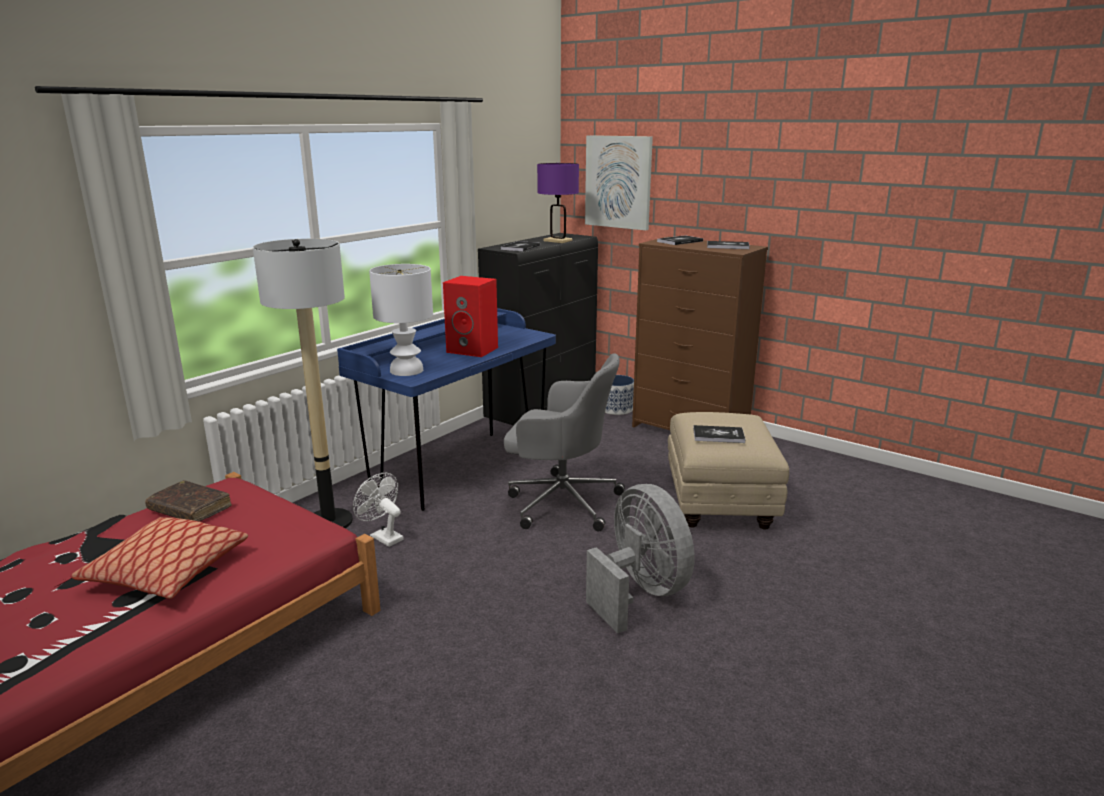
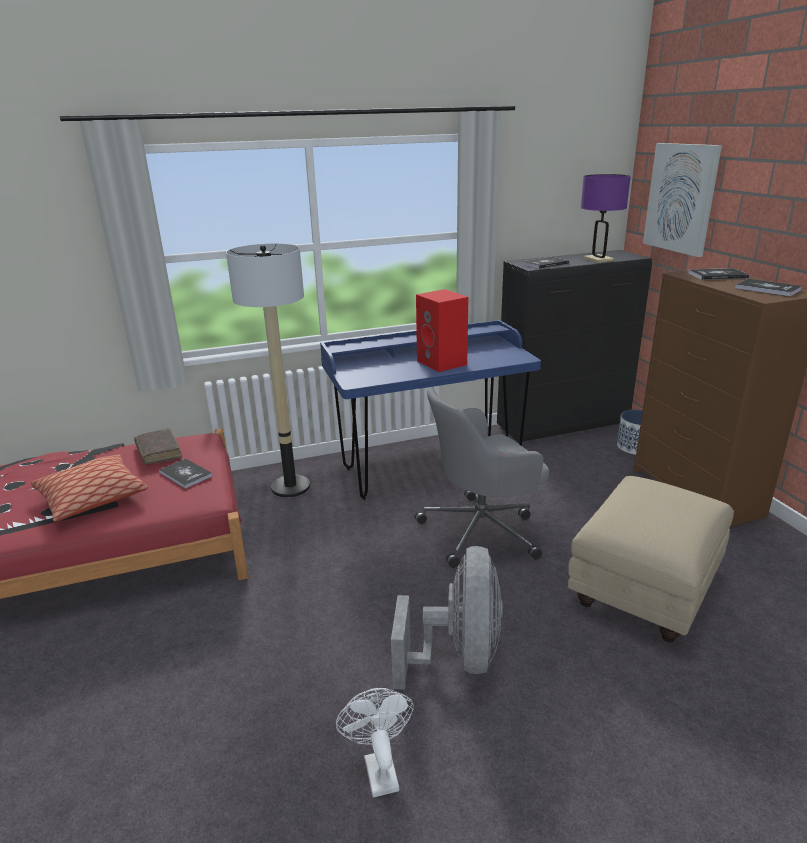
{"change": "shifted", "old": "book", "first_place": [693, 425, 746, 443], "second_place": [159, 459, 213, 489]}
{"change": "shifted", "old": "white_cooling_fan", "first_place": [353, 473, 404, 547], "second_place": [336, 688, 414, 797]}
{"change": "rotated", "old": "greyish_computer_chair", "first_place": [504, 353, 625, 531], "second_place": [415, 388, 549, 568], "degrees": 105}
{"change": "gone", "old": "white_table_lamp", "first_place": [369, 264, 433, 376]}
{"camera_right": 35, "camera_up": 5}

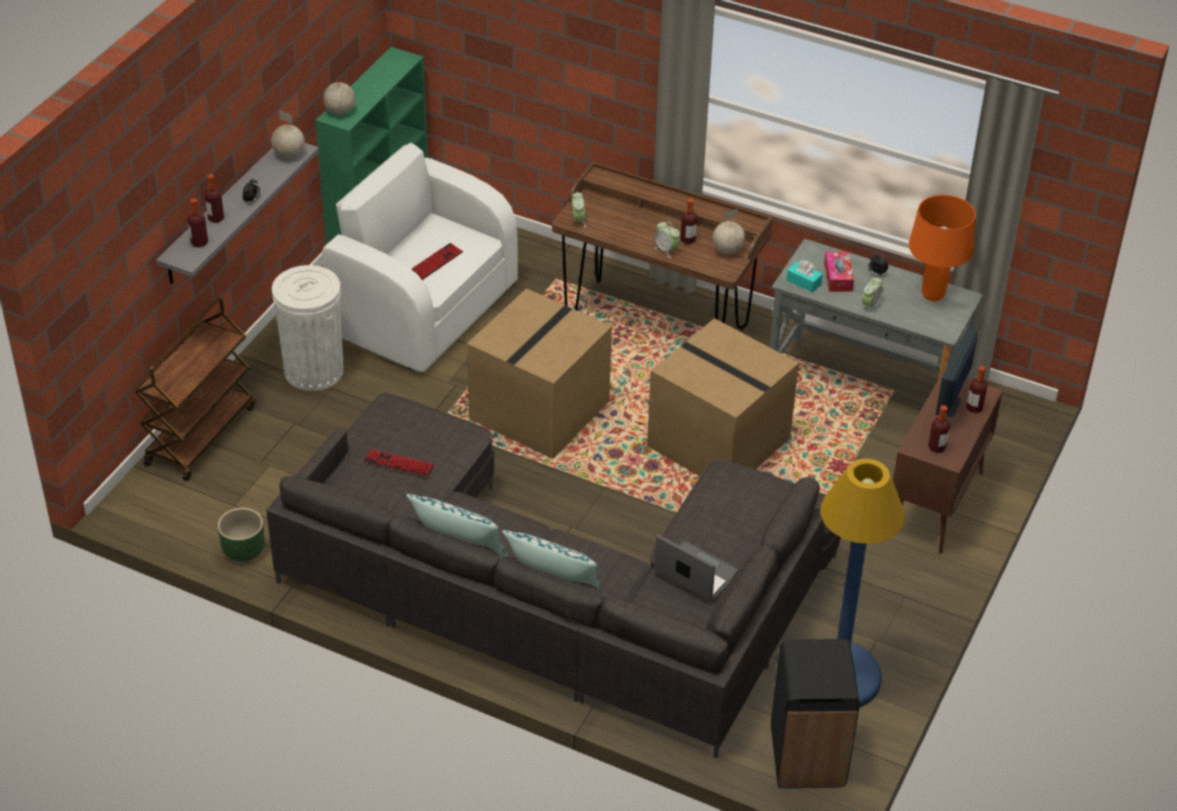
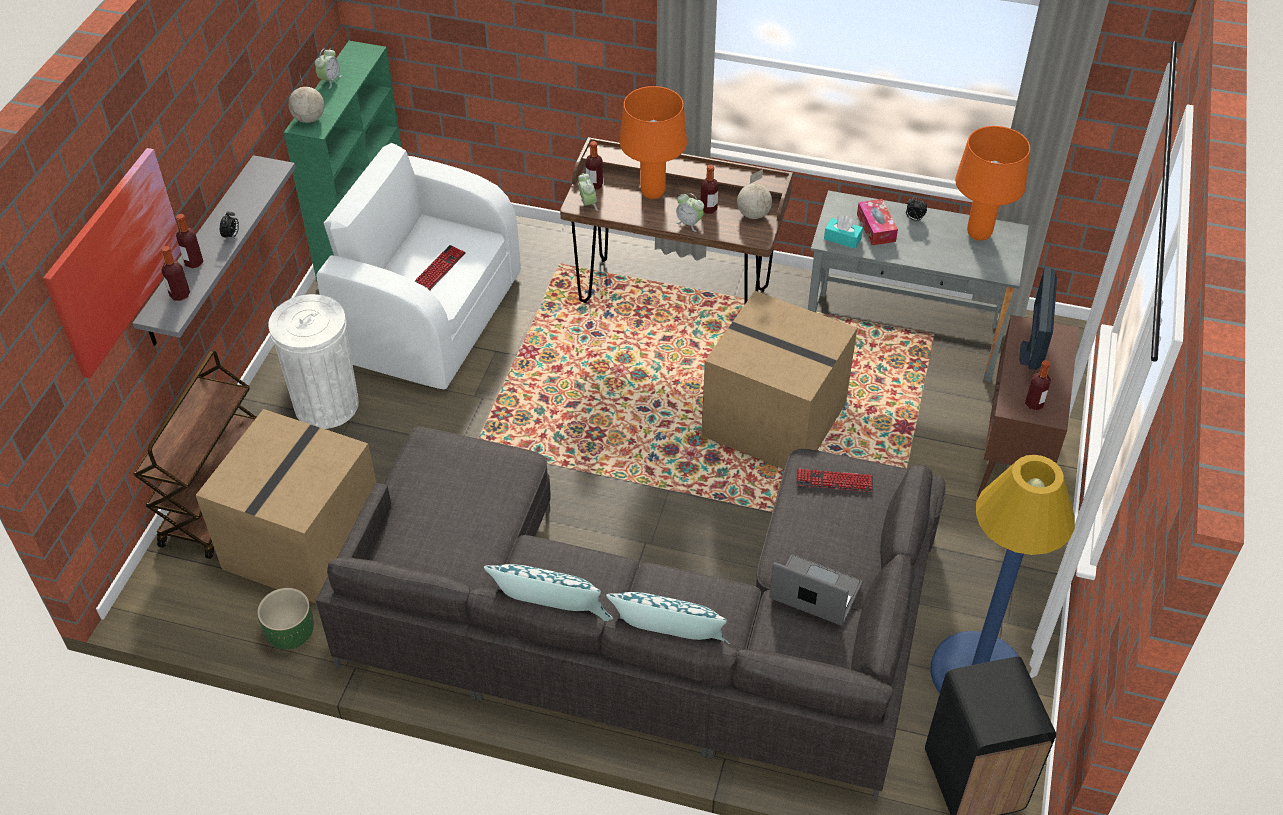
{"change": "new", "new": "wall_art", "second_place": [43, 148, 181, 378]}
{"change": "shifted", "old": "packing_box", "first_place": [467, 288, 612, 459], "second_place": [196, 409, 376, 604]}
{"change": "shifted", "old": "alarm_clock", "first_place": [862, 277, 883, 315], "second_place": [315, 49, 342, 89]}
{"change": "shifted", "old": "bottle", "first_place": [966, 366, 988, 413], "second_place": [586, 141, 603, 190]}
{"change": "new", "new": "orangey_table_lamp", "second_place": [620, 86, 687, 199]}
{"change": "shifted", "old": "keyboard", "first_place": [364, 449, 435, 477], "second_place": [796, 469, 873, 492]}
{"change": "gone", "old": "desk_globe", "first_place": [271, 110, 305, 158]}
{"camera_right": -10, "camera_up": 5}

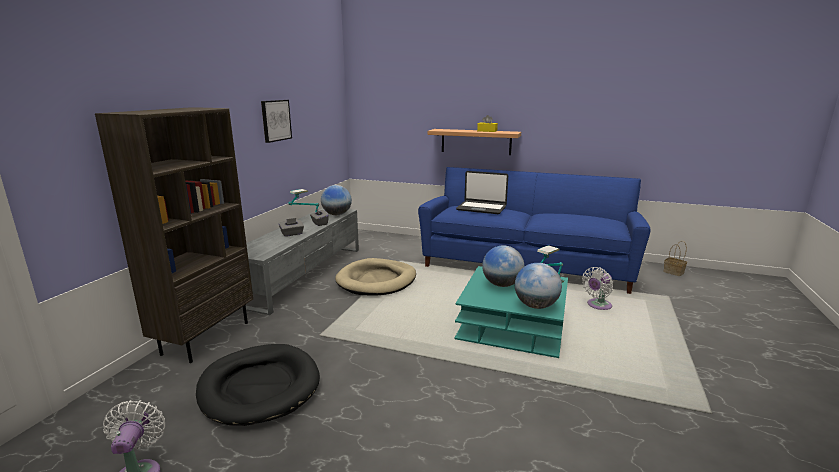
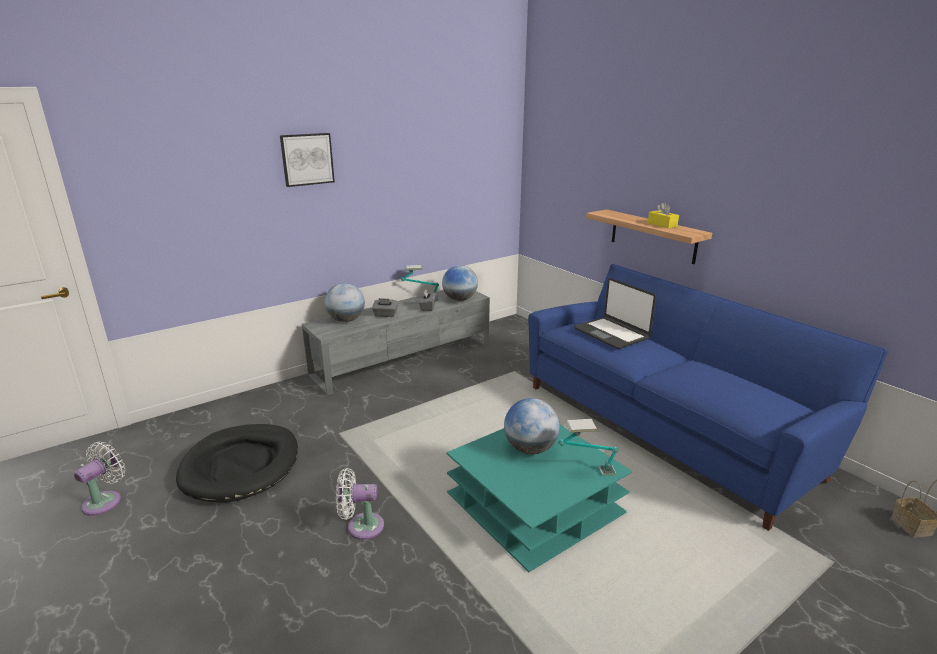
{"change": "shifted", "old": "wall_art", "first_place": [261, 100, 292, 143], "second_place": [280, 133, 335, 187]}
{"change": "shifted", "old": "desk_globe", "first_place": [515, 263, 562, 309], "second_place": [325, 283, 365, 322]}
{"change": "shifted", "old": "white_cooling_fan", "first_place": [582, 267, 613, 310], "second_place": [336, 468, 384, 540]}
{"change": "gone", "old": "brown_bookshelf", "first_place": [95, 107, 253, 363]}
{"change": "gone", "old": "sand-coloured_dog_cushion", "first_place": [335, 258, 416, 296]}
{"camera_right": 35, "camera_up": 5}

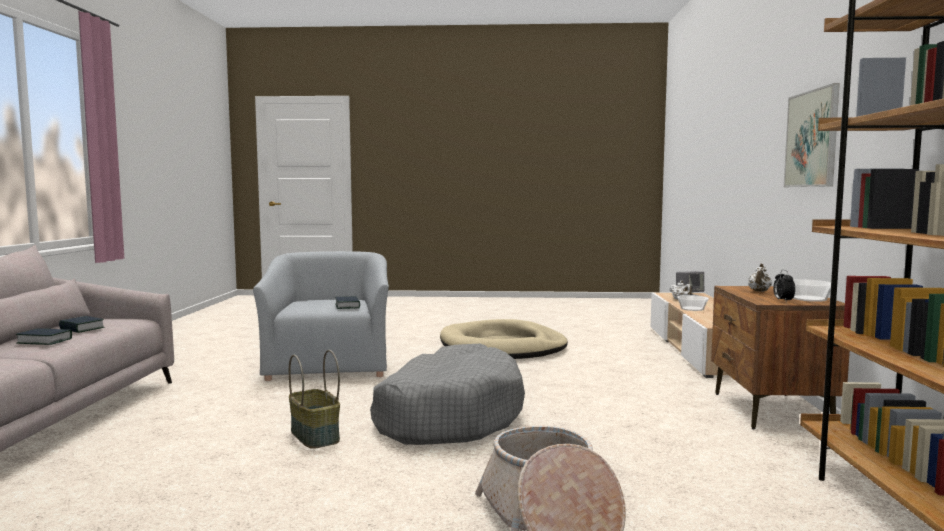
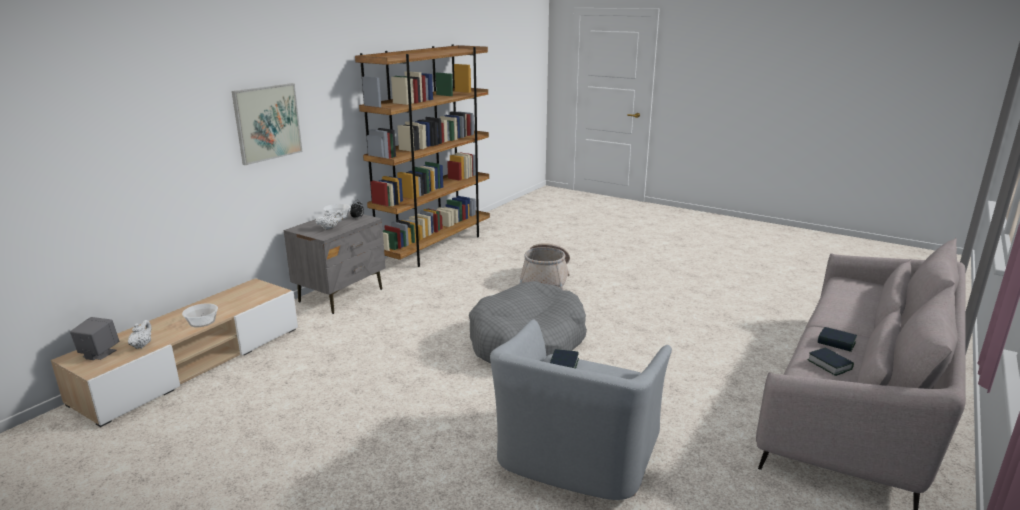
{"change": "repainted", "old": "brown_night_table", "new": "greyish_night_table", "first_place": [711, 286, 850, 429], "second_place": [284, 211, 385, 314]}
{"change": "gone", "old": "household_basket", "first_place": [289, 350, 340, 449]}
{"change": "gone", "old": "sand-coloured_dog_cushion", "first_place": [440, 319, 568, 359]}
{"camera_right": -150, "camera_up": 15}

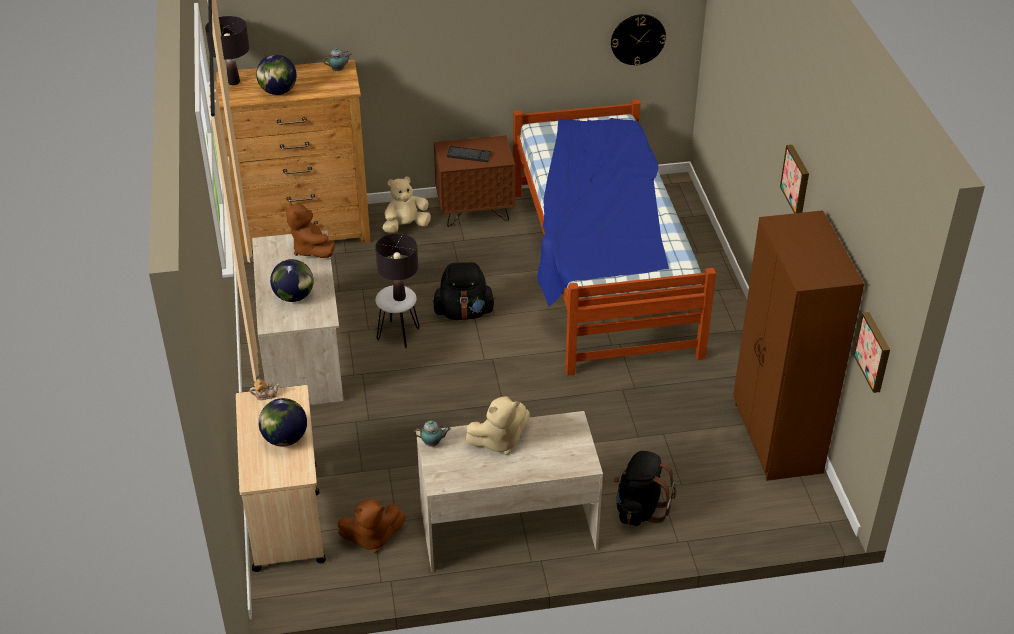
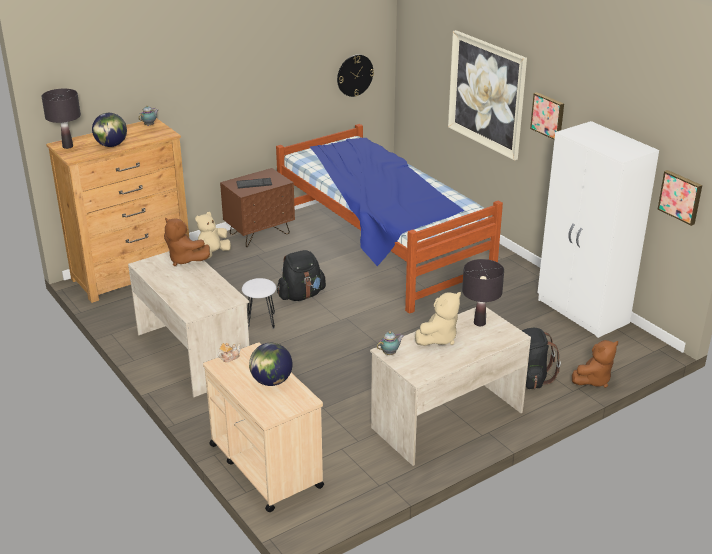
{"change": "new", "new": "wall_art", "second_place": [448, 30, 527, 161]}
{"change": "shifted", "old": "blackish_table_lamp", "first_place": [375, 233, 418, 301], "second_place": [462, 259, 504, 326]}
{"change": "repainted", "old": "brown_armoire", "new": "white_armoire", "first_place": [733, 210, 864, 481], "second_place": [538, 121, 659, 338]}
{"change": "shifted", "old": "brown_cuddly_toy", "first_place": [338, 499, 406, 553], "second_place": [572, 340, 618, 388]}
{"change": "gone", "old": "desk_globe", "first_place": [270, 259, 314, 302]}
{"camera_right": -25, "camera_up": -10}

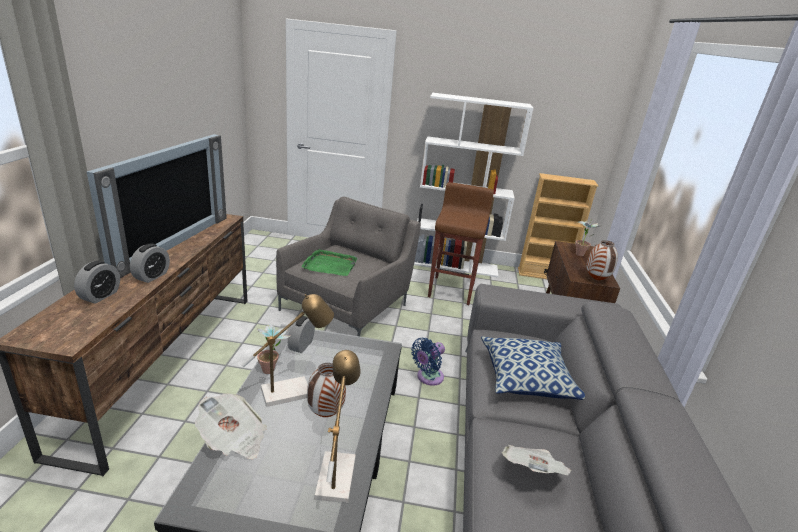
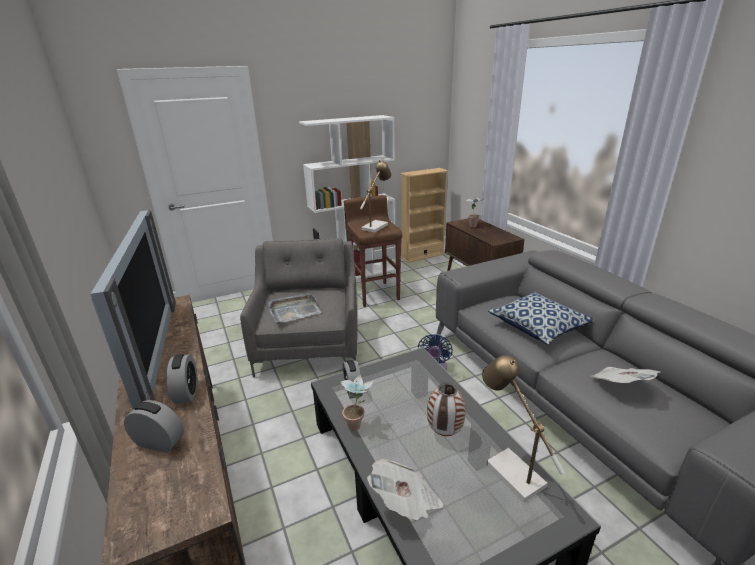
{"change": "rotated", "old": "alarm_clock", "first_place": [74, 260, 120, 304], "second_place": [124, 400, 184, 453], "degrees": -60}
{"change": "repainted", "old": "greenish_carrying_tray", "new": "greyish_carrying_tray", "first_place": [301, 249, 358, 276], "second_place": [268, 293, 322, 323]}
{"change": "shifted", "old": "table_lamp", "first_place": [241, 294, 334, 407], "second_place": [360, 160, 392, 233]}
{"change": "gone", "old": "vase", "first_place": [586, 240, 618, 280]}
{"camera_right": -30, "camera_up": 0}

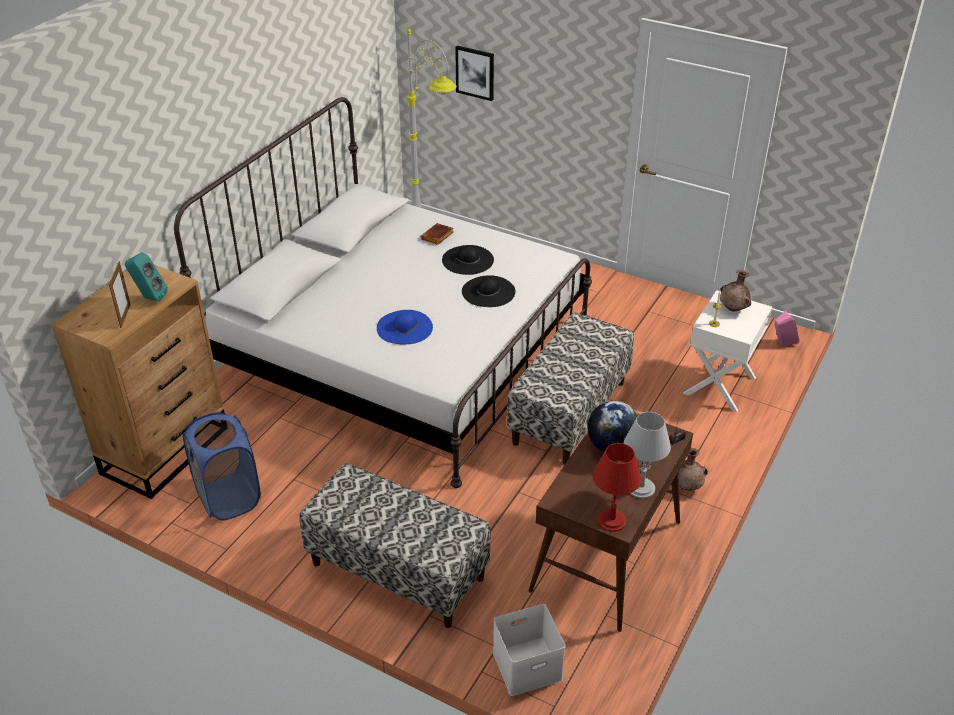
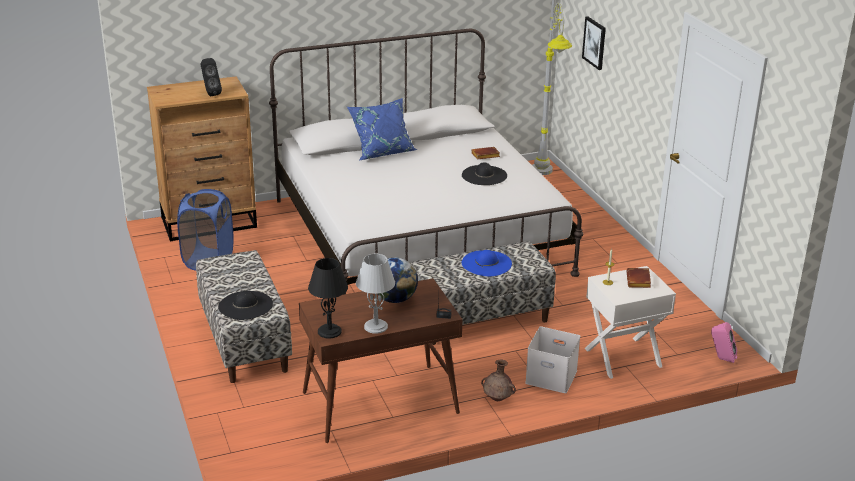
{"change": "repainted", "old": "blue-green_audio_speaker", "new": "blackish_audio_speaker", "first_place": [125, 252, 168, 302], "second_place": [201, 58, 222, 96]}
{"change": "shifted", "old": "blackish_wearable_hat", "first_place": [462, 275, 516, 307], "second_place": [218, 291, 273, 320]}
{"change": "repainted", "old": "red_table_lamp", "new": "blackish_table_lamp", "first_place": [593, 443, 642, 532], "second_place": [308, 258, 348, 339]}
{"change": "new", "new": "blue-coloured_throw_pillow", "second_place": [347, 98, 417, 161]}
{"change": "shifted", "old": "blue-coloured_wearable_hat", "first_place": [377, 310, 433, 344], "second_place": [462, 250, 512, 276]}
{"change": "shifted", "old": "white_storage_box", "first_place": [493, 604, 565, 696], "second_place": [525, 327, 580, 393]}
{"change": "swapped", "old": "brown_vase", "new": "brown_book", "first_place": [720, 270, 751, 312], "second_place": [626, 268, 651, 288]}
{"change": "gone", "old": "picture_frame", "first_place": [109, 261, 131, 328]}
{"camera_right": 40, "camera_up": -10}

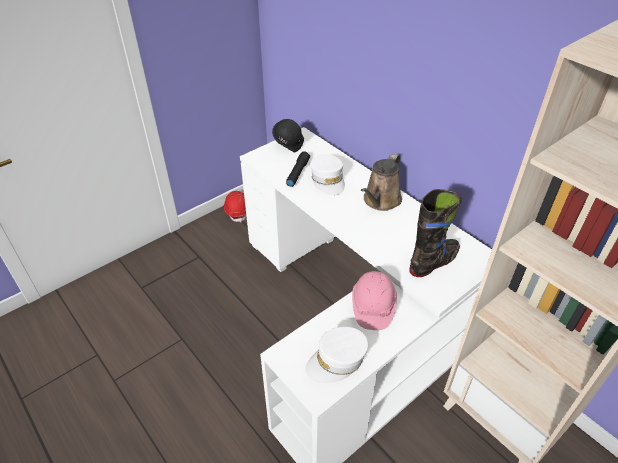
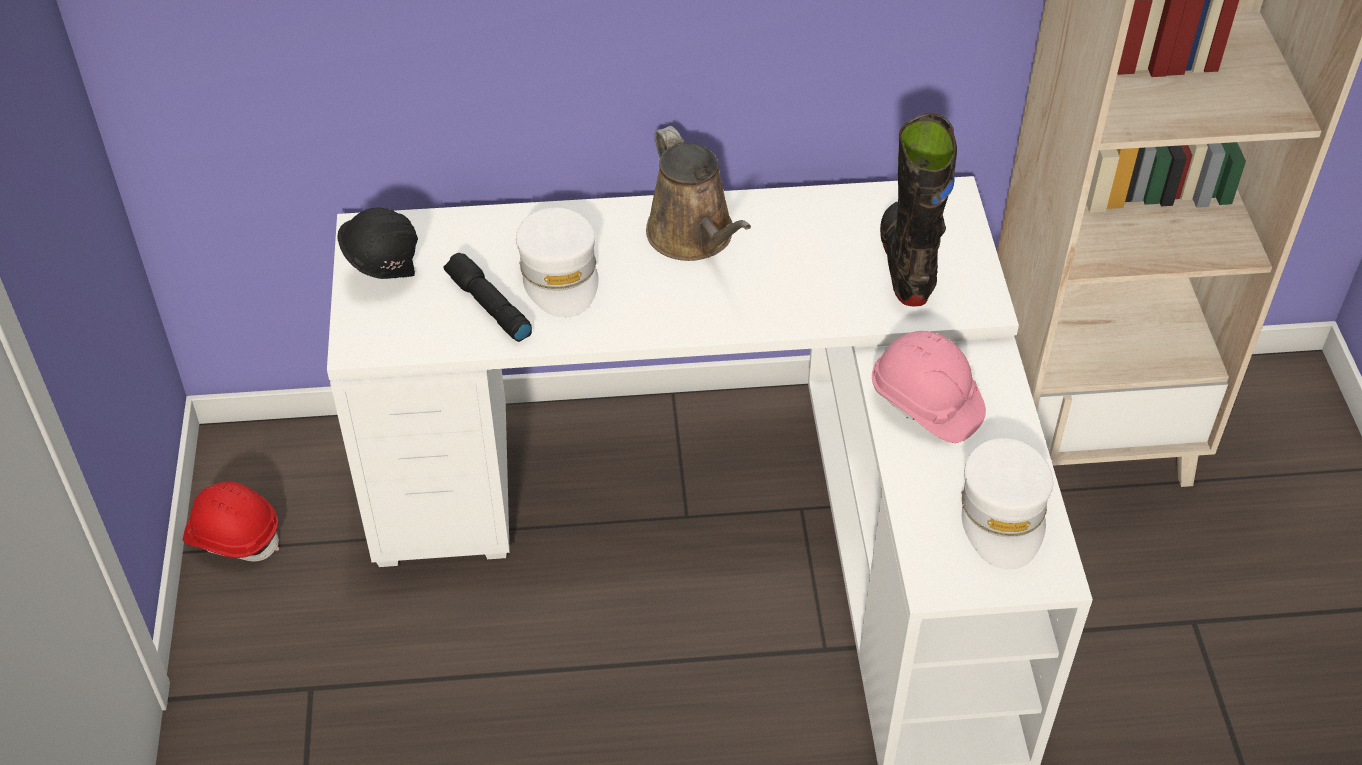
{"change": "rotated", "old": "white_cap", "first_place": [311, 154, 345, 196], "second_place": [516, 207, 599, 317], "degrees": 60}
{"camera_right": -55, "camera_up": 5}

